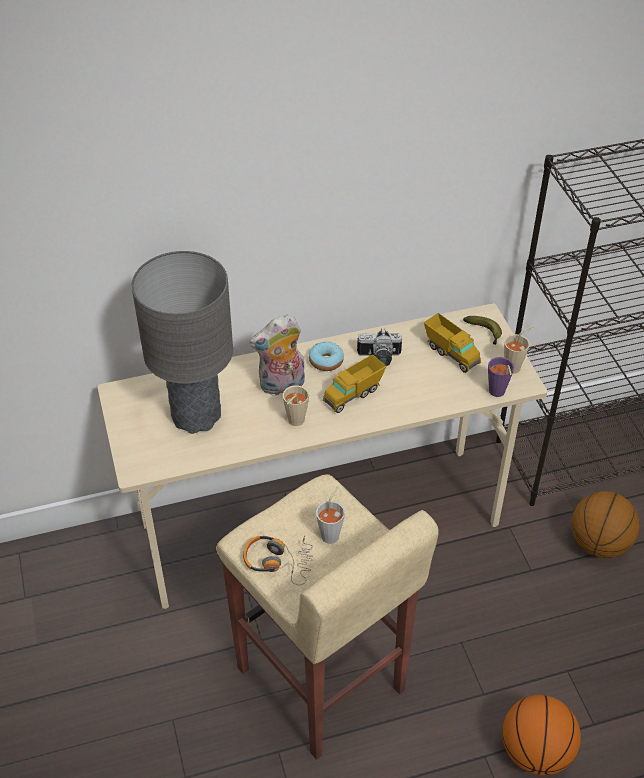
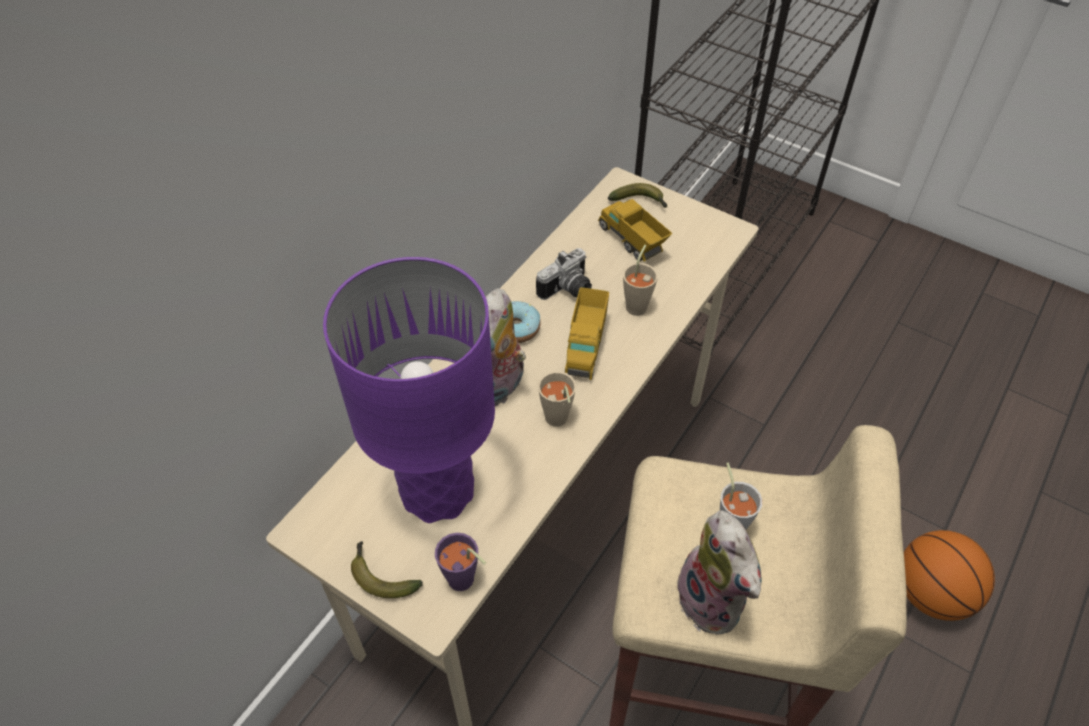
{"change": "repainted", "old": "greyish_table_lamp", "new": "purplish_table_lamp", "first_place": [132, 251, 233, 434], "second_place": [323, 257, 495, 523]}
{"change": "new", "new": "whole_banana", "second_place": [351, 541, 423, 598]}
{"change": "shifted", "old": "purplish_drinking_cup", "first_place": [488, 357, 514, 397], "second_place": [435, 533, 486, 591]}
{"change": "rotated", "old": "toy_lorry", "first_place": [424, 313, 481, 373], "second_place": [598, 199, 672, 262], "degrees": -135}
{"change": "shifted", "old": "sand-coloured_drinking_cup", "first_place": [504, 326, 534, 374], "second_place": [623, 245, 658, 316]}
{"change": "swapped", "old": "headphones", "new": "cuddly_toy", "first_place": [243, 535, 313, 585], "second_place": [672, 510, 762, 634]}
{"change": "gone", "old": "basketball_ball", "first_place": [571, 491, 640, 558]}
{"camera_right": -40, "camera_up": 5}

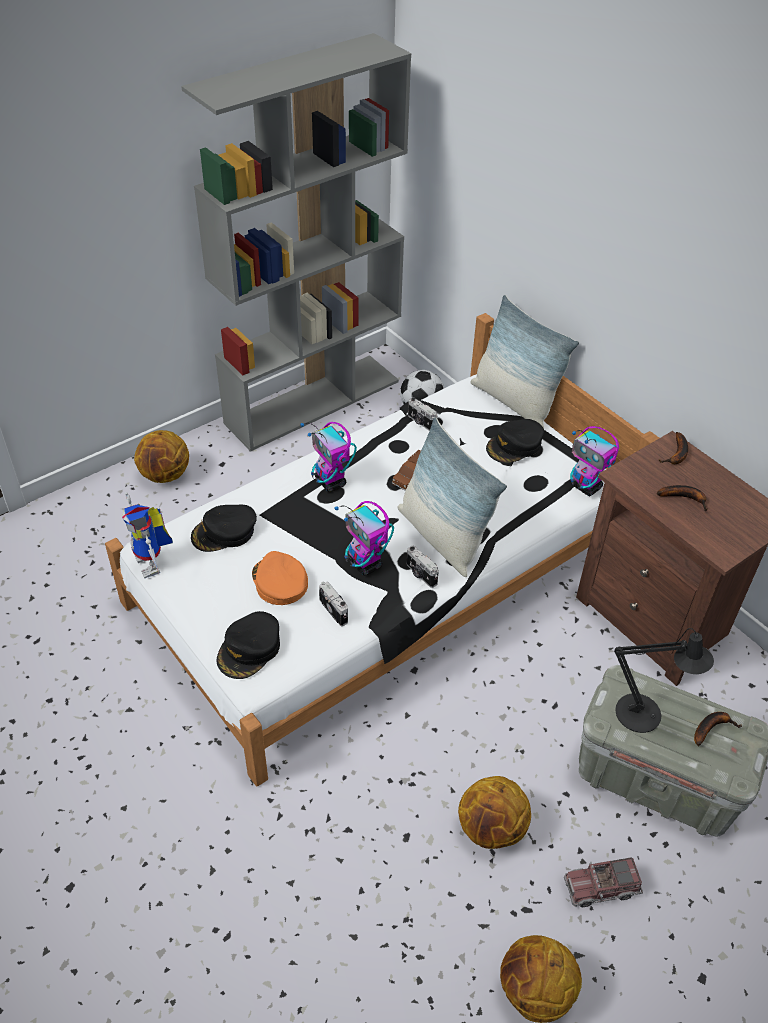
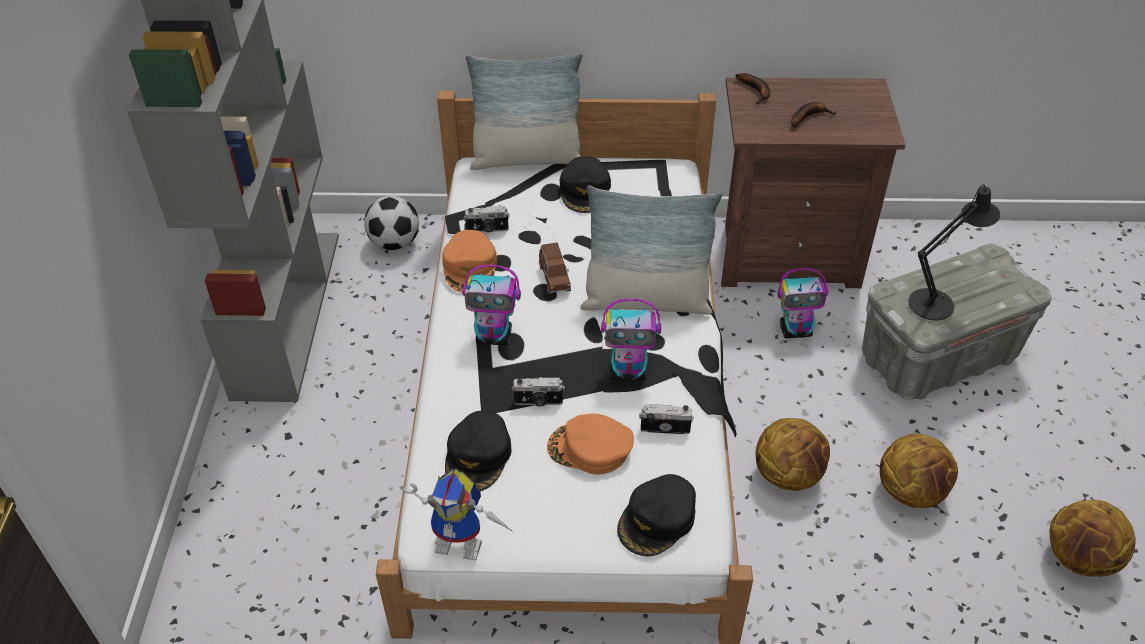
{"change": "new", "new": "orangey_cap", "second_place": [442, 230, 497, 293]}
{"change": "shifted", "old": "still_camera", "first_place": [407, 545, 439, 588], "second_place": [512, 377, 565, 407]}
{"change": "rotated", "old": "blackish_cap", "first_place": [217, 611, 280, 679], "second_place": [617, 474, 696, 557], "degrees": 60}
{"change": "shifted", "old": "basketball_ball", "first_place": [134, 430, 189, 483], "second_place": [756, 418, 830, 491]}
{"change": "shifted", "old": "model_robot", "first_place": [569, 426, 619, 496], "second_place": [777, 268, 828, 338]}
{"change": "gone", "old": "toy_lorry", "first_place": [564, 857, 643, 908]}
{"change": "gone", "old": "whole_banana", "first_place": [694, 712, 742, 746]}
{"camera_right": -50, "camera_up": 0}

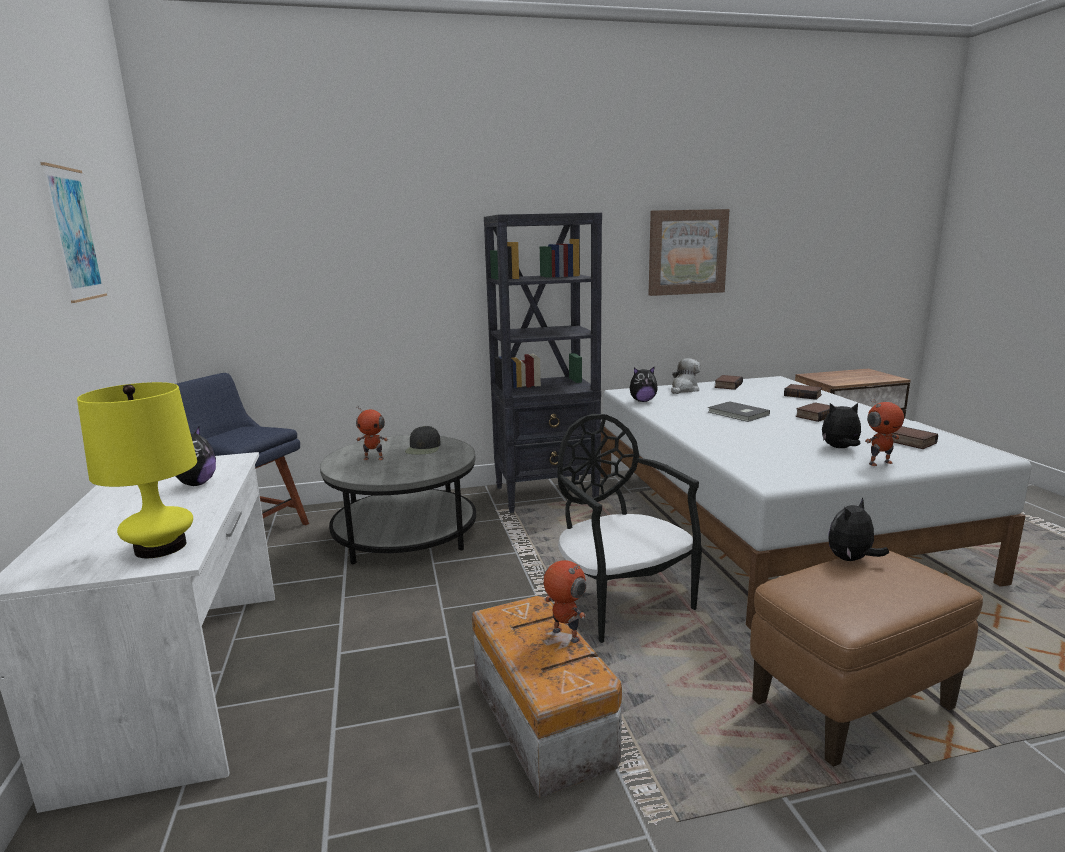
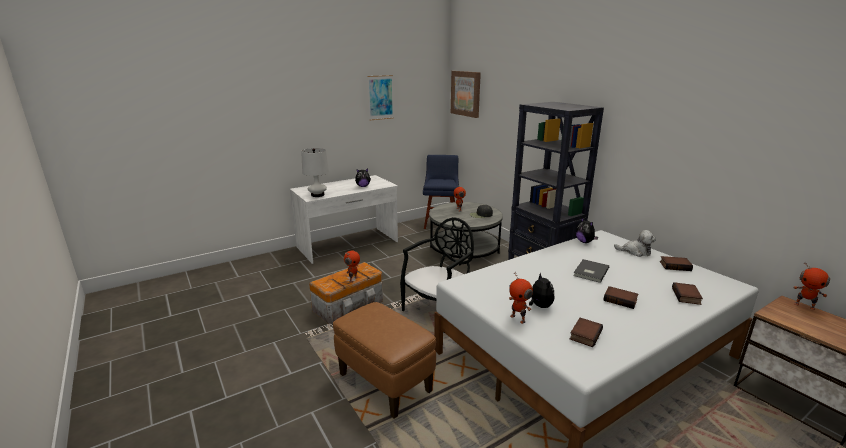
{"change": "repainted", "old": "yellow-coloured_table_lamp", "new": "white_table_lamp", "first_place": [77, 382, 197, 558], "second_place": [301, 148, 329, 197]}
{"change": "shifted", "old": "wall_art", "first_place": [648, 209, 729, 296], "second_place": [451, 71, 481, 118]}
{"change": "new", "new": "model_robot", "second_place": [793, 262, 830, 310]}
{"change": "gone", "old": "cuddly_toy", "first_place": [828, 497, 889, 561]}
{"camera_right": 70, "camera_up": 5}

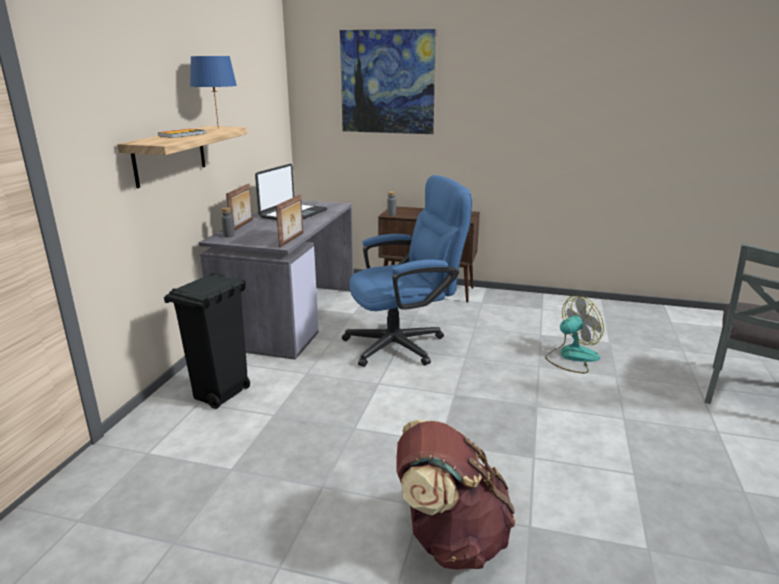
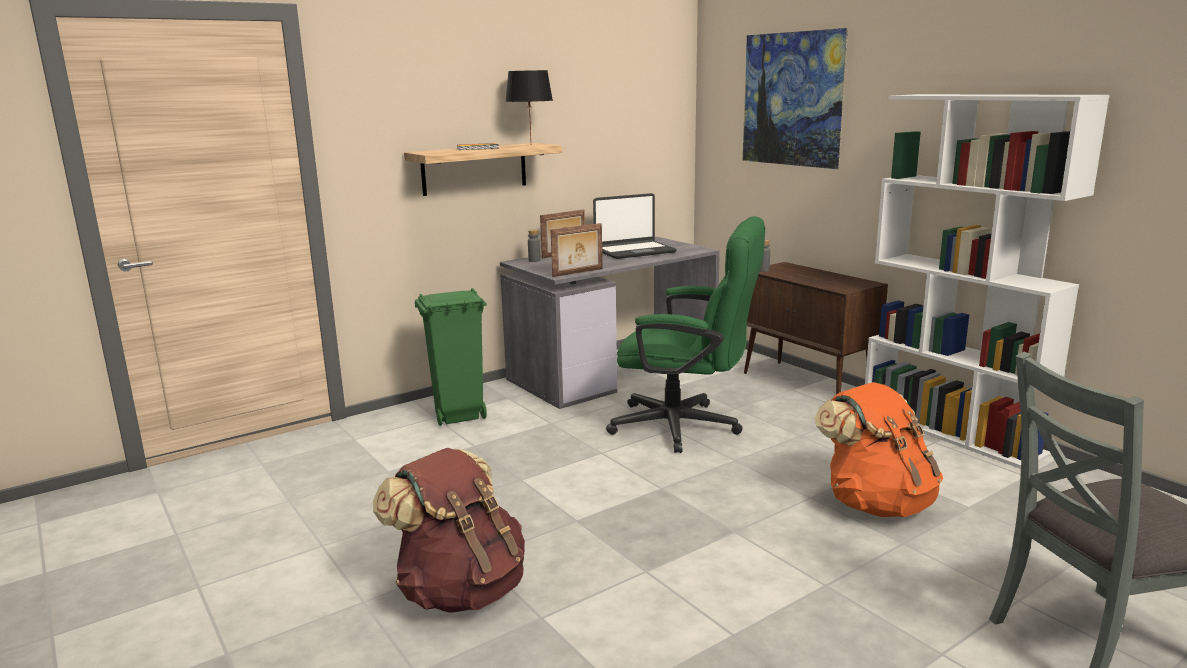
{"change": "repainted", "old": "blackish_trash_can", "new": "greenish_trash_can", "first_place": [164, 272, 250, 409], "second_place": [415, 288, 487, 426]}
{"change": "repainted", "old": "blue-coloured_table_lamp", "new": "blackish_table_lamp", "first_place": [190, 56, 237, 128], "second_place": [505, 70, 553, 139]}
{"change": "repainted", "old": "blue-coloured_computer_chair", "new": "greenish_computer_chair", "first_place": [342, 175, 472, 367], "second_place": [606, 216, 765, 453]}
{"change": "swapped", "old": "cooling_fan", "new": "orangey_knapsack", "first_place": [545, 296, 604, 373], "second_place": [814, 382, 943, 517]}
{"change": "new", "new": "white_bookshelf", "second_place": [865, 94, 1110, 469]}
{"camera_right": 40, "camera_up": -5}

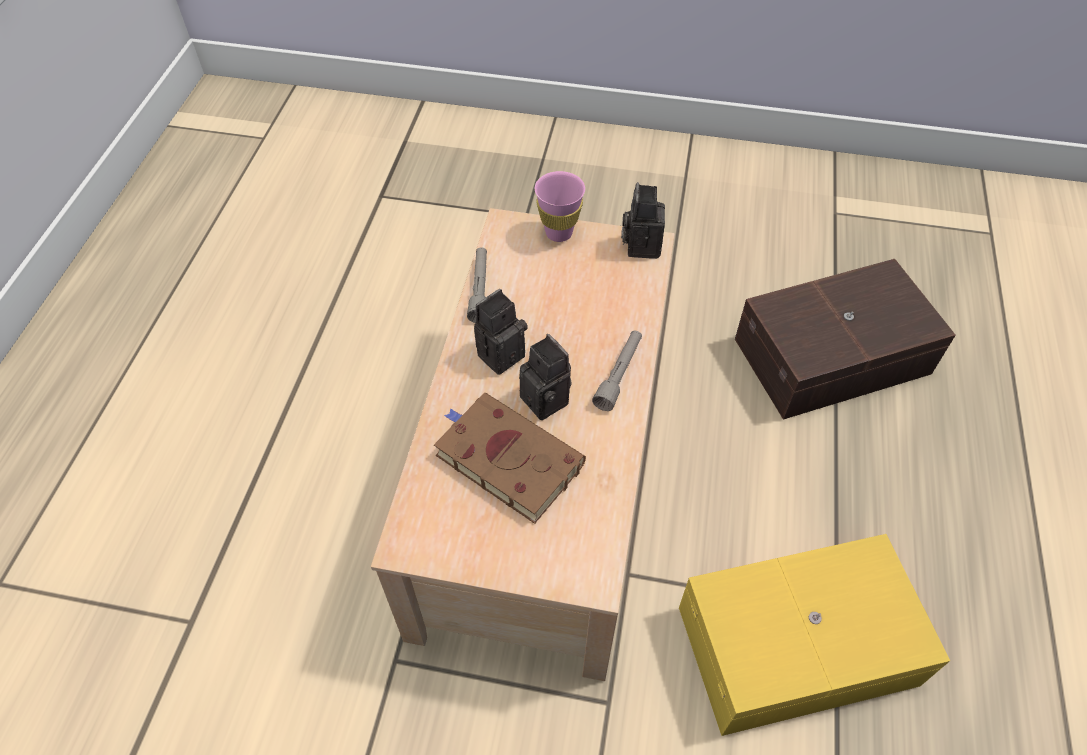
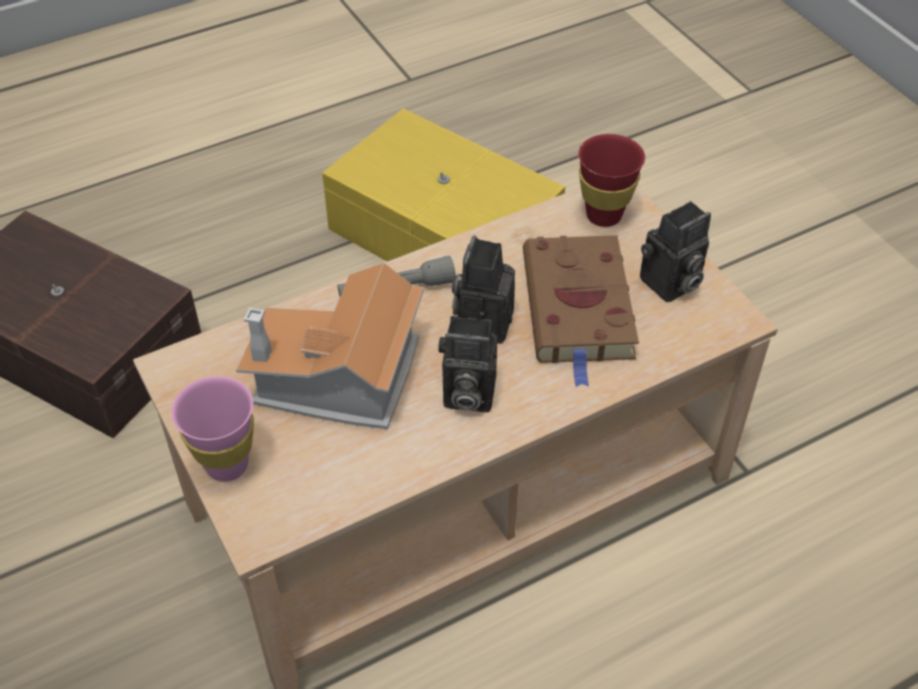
{"change": "new", "new": "miniature_house", "second_place": [236, 263, 424, 429]}
{"change": "new", "new": "red_drinking_cup", "second_place": [578, 134, 645, 227]}
{"change": "shifted", "old": "still_camera", "first_place": [621, 182, 665, 259], "second_place": [640, 201, 711, 302]}
{"change": "gone", "old": "greyish_torch", "first_place": [467, 247, 487, 323]}
{"camera_right": -130, "camera_up": -5}

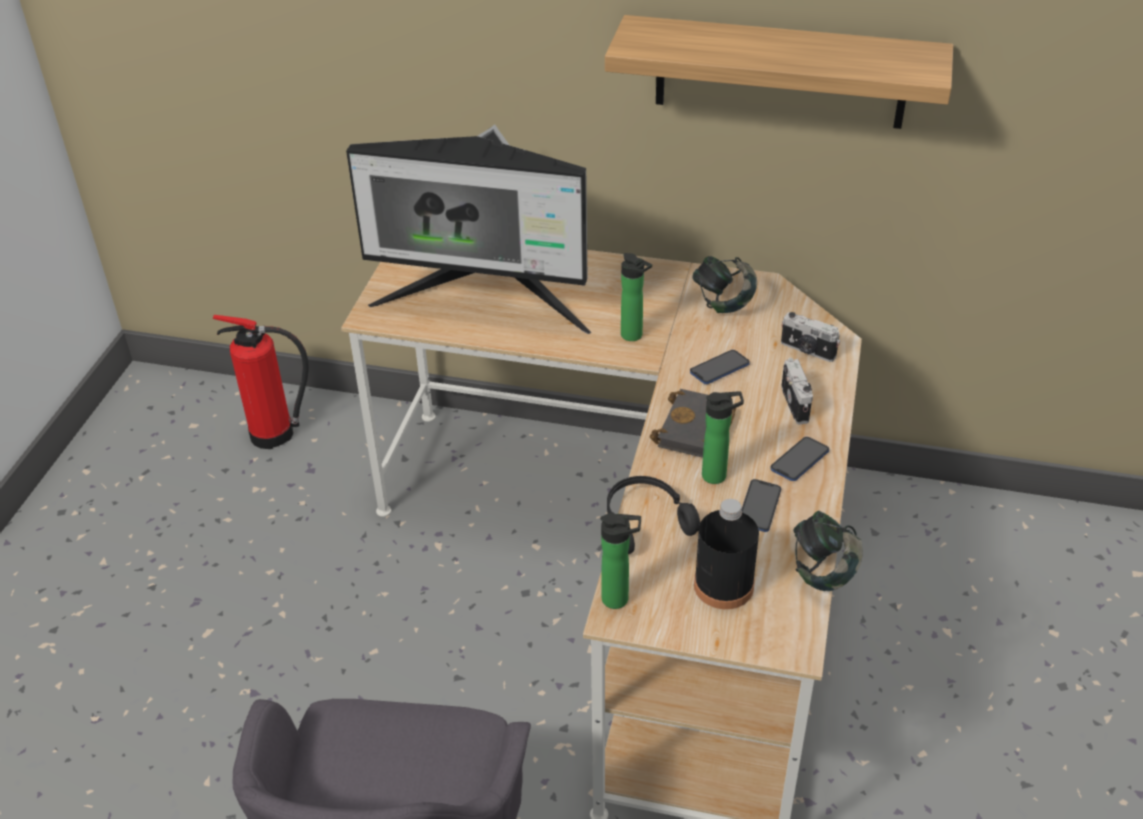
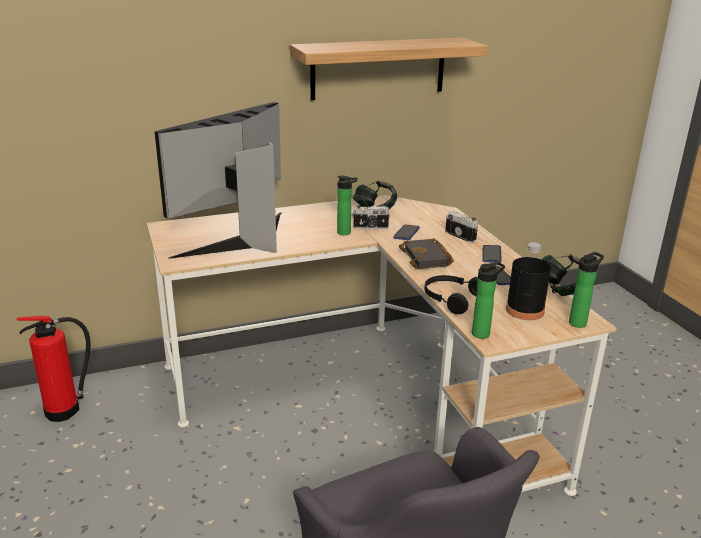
{"change": "rotated", "old": "computer_display", "first_place": [346, 125, 591, 334], "second_place": [155, 102, 282, 259], "degrees": 150}
{"change": "shifted", "old": "still_camera", "first_place": [781, 312, 840, 362], "second_place": [352, 205, 390, 229]}
{"change": "shifted", "old": "bottle", "first_place": [702, 391, 744, 484], "second_place": [569, 252, 604, 328]}
{"camera_right": -35, "camera_up": -15}

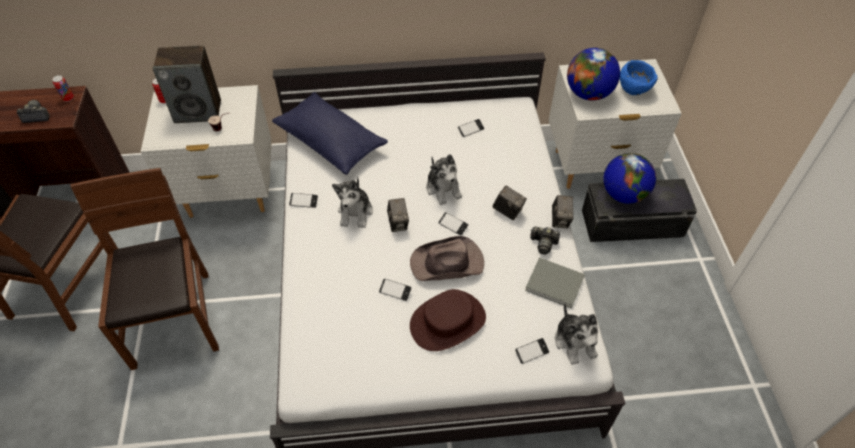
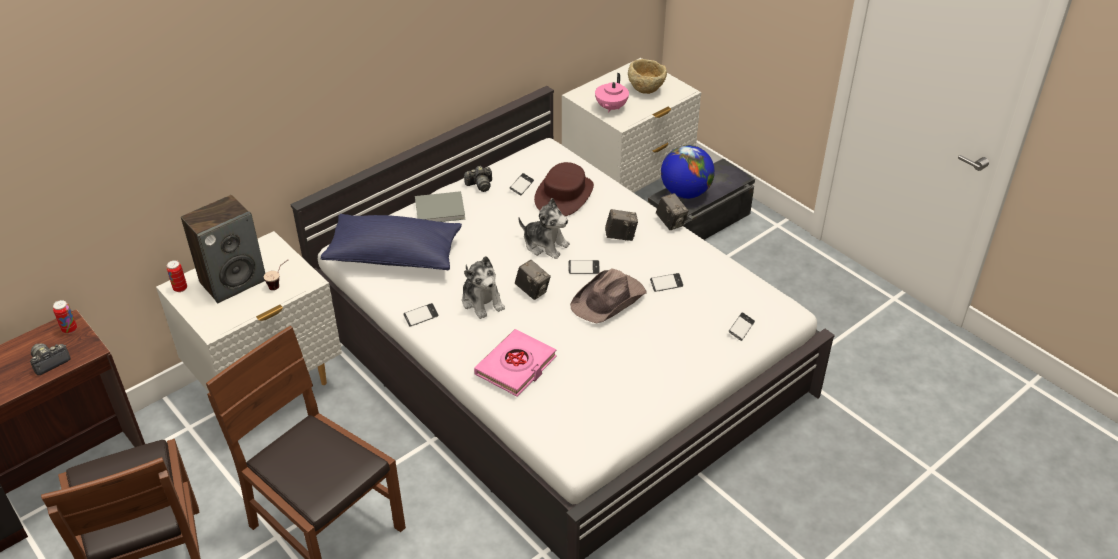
{"change": "shifted", "old": "greyish_book", "first_place": [525, 258, 585, 308], "second_place": [415, 191, 465, 222]}
{"change": "shifted", "old": "still_camera", "first_place": [530, 227, 560, 255], "second_place": [464, 166, 492, 192]}
{"change": "new", "new": "pink-coloured_book", "second_place": [474, 329, 557, 397]}
{"change": "shifted", "old": "brown_wearable_hat", "first_place": [410, 289, 486, 351], "second_place": [534, 162, 594, 216]}
{"change": "swapped", "old": "desk_globe", "new": "pink-coloured_tea_pot", "first_place": [567, 48, 620, 101], "second_place": [595, 73, 629, 112]}
{"change": "repainted", "old": "blue-coloured_deep_dish", "new": "sand-coloured_deep_dish", "first_place": [620, 60, 658, 95], "second_place": [628, 59, 667, 94]}
{"change": "shifted", "old": "handset", "first_place": [379, 279, 412, 301], "second_place": [650, 273, 683, 292]}
{"change": "gone", "old": "cuddly_toy", "first_place": [555, 303, 598, 365]}
{"camera_right": -35, "camera_up": -10}

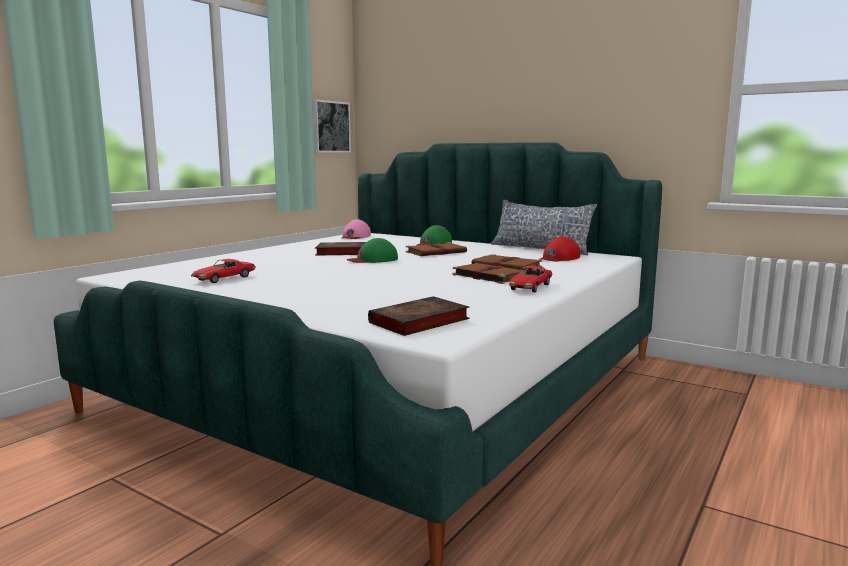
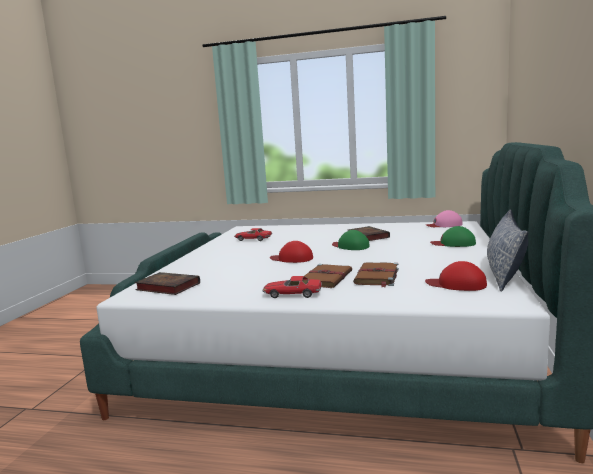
{"change": "new", "new": "red_cap", "second_place": [270, 241, 313, 263]}
{"change": "gone", "old": "wall_art", "first_place": [312, 100, 351, 152]}
{"change": "gone", "old": "brown_book", "first_place": [406, 242, 467, 256]}
{"camera_right": 70, "camera_up": 0}

